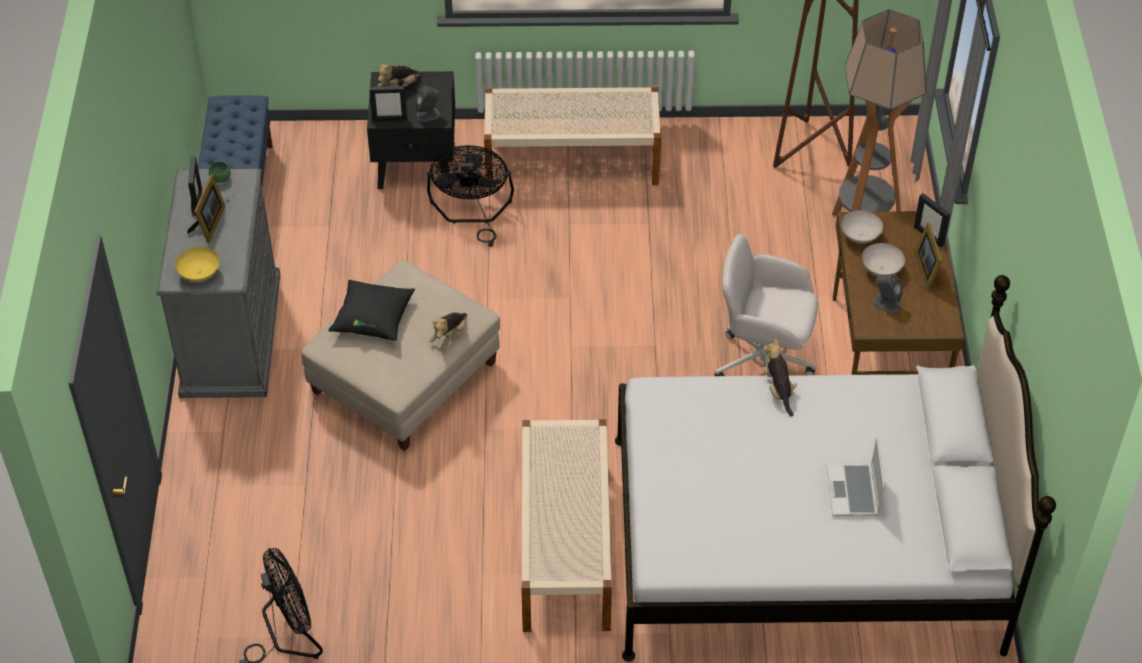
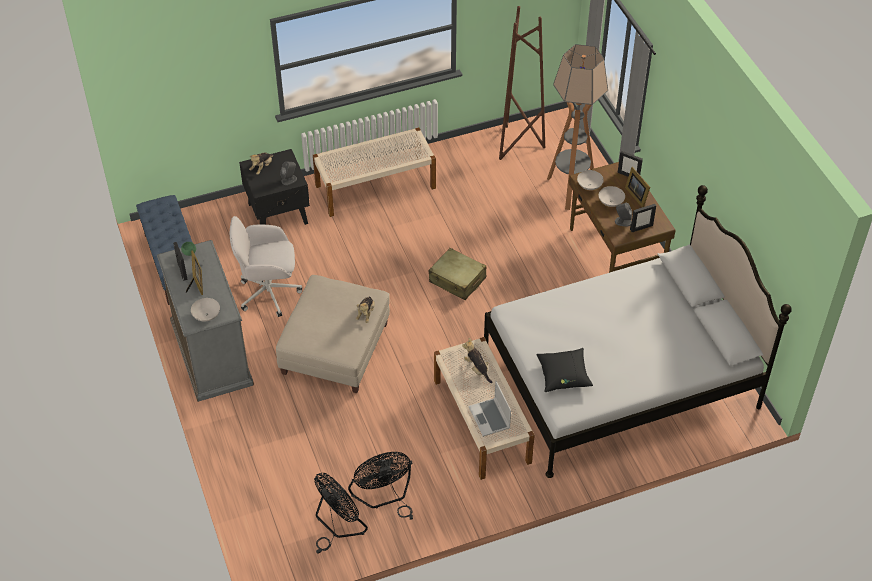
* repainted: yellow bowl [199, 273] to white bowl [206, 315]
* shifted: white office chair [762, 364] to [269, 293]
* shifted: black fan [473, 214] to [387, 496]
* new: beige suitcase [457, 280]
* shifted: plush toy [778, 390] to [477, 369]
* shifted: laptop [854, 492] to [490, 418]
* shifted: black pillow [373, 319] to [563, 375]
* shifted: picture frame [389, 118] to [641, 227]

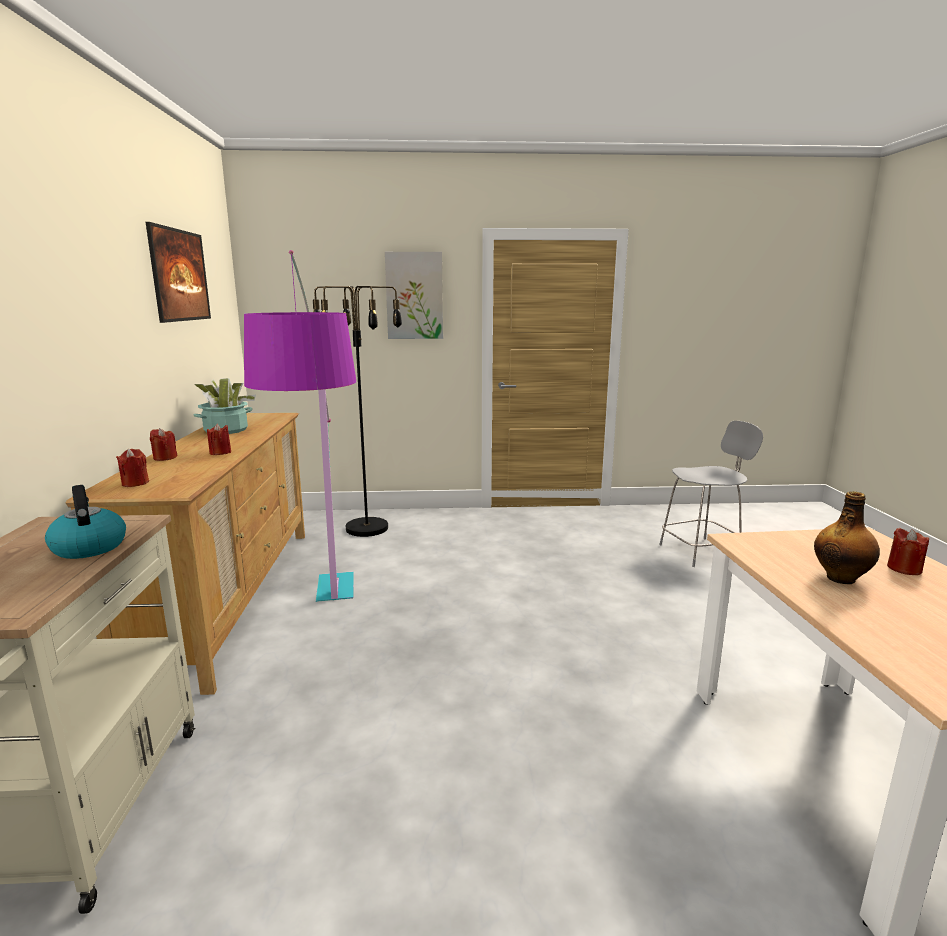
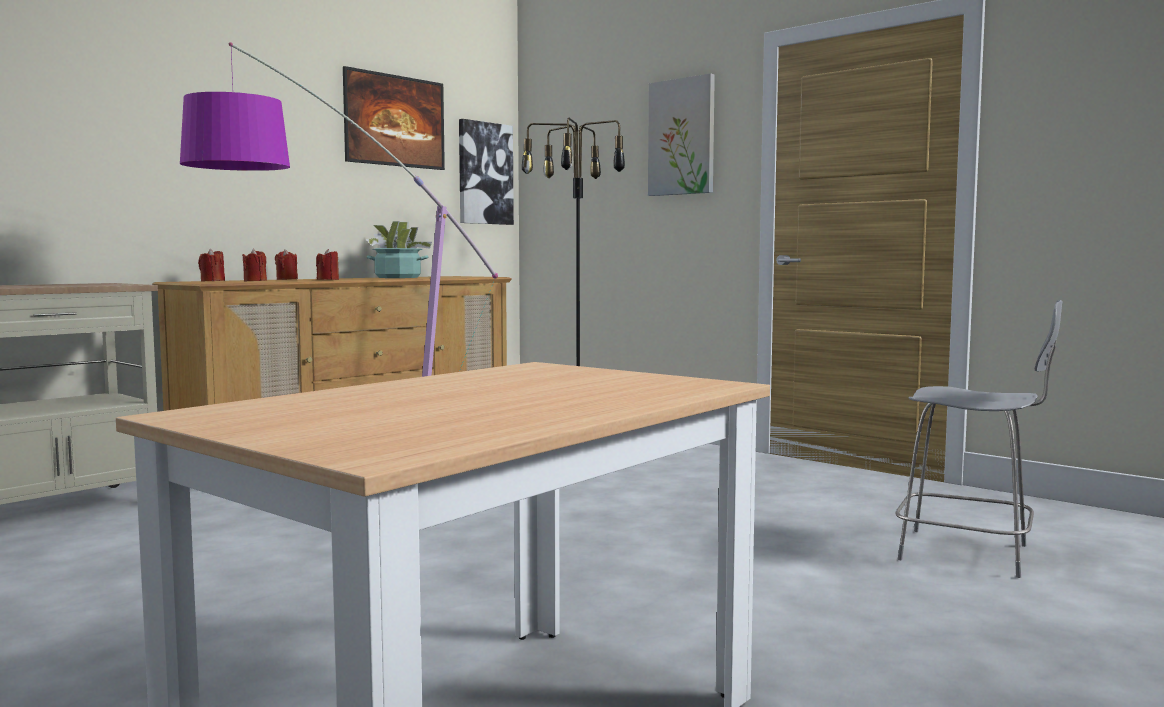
* shifted: red candle [904, 568] to [255, 281]
* new: picture [484, 173]
* gone: kettle [89, 547]
* gone: bottle [841, 578]

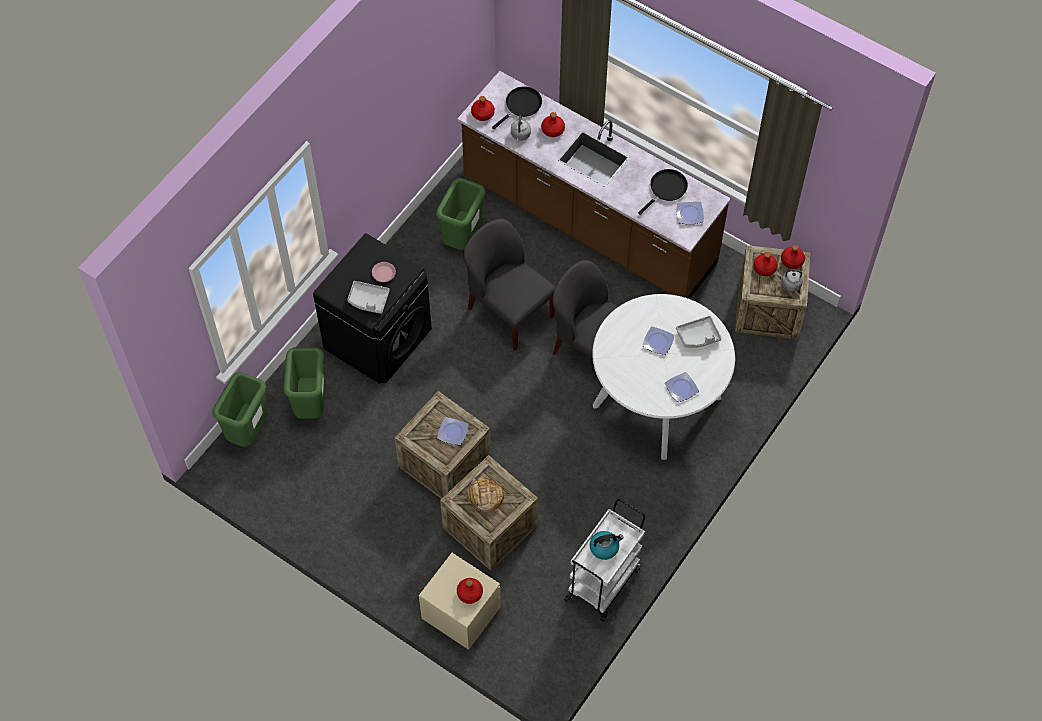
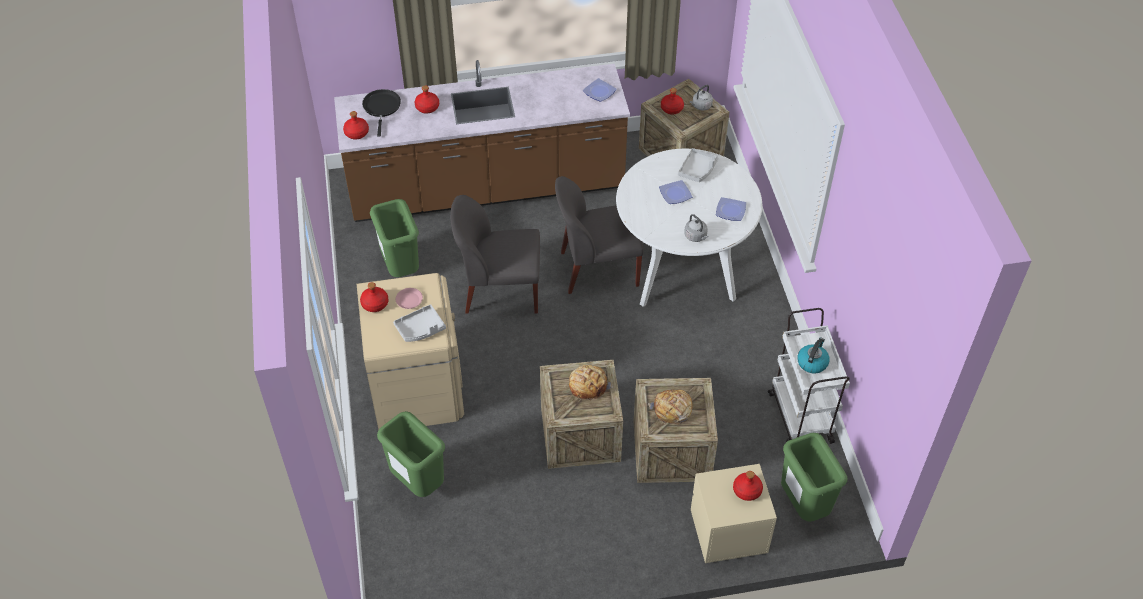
* repainted: black washing machine [380, 337] to beige washing machine [418, 387]
* shifted: red bottle [791, 261] to [375, 304]
* swapped: plate [452, 432] to bread [588, 385]
* shifted: grey kettle [520, 135] to [696, 236]
* shifted: green trash can [248, 430] to [802, 505]
* gone: black frying pan [666, 189]

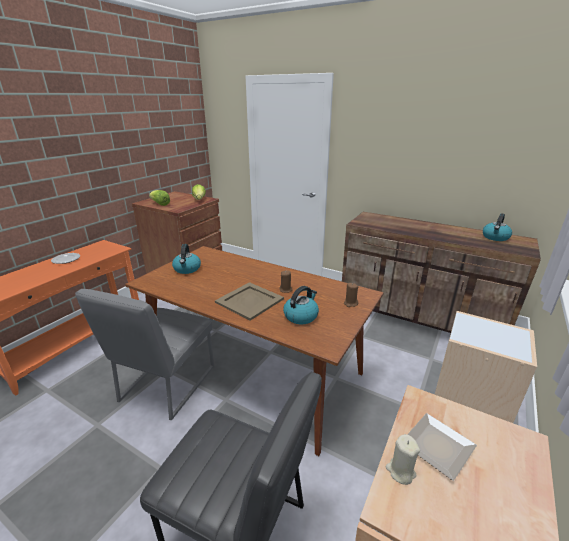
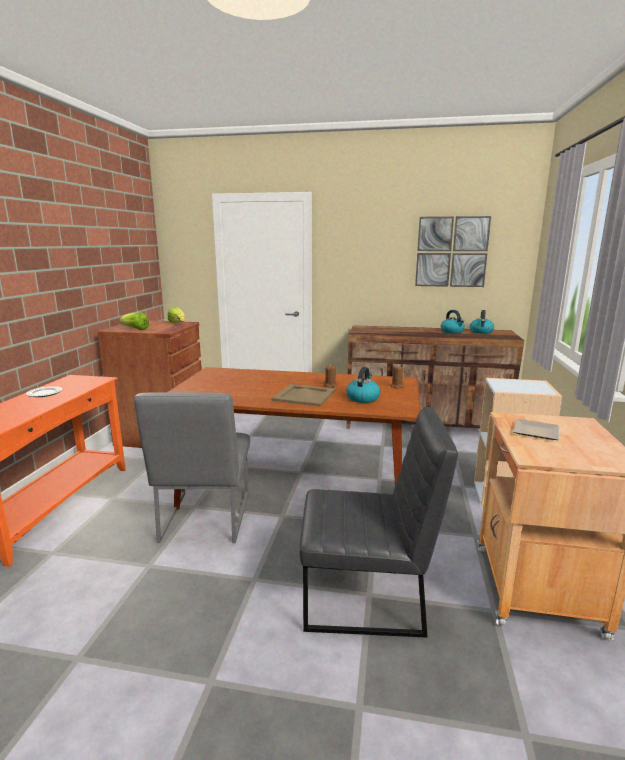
* new: picture [451, 252]
* shifted: kettle [187, 269] to [452, 331]
* gone: beige candle [400, 471]

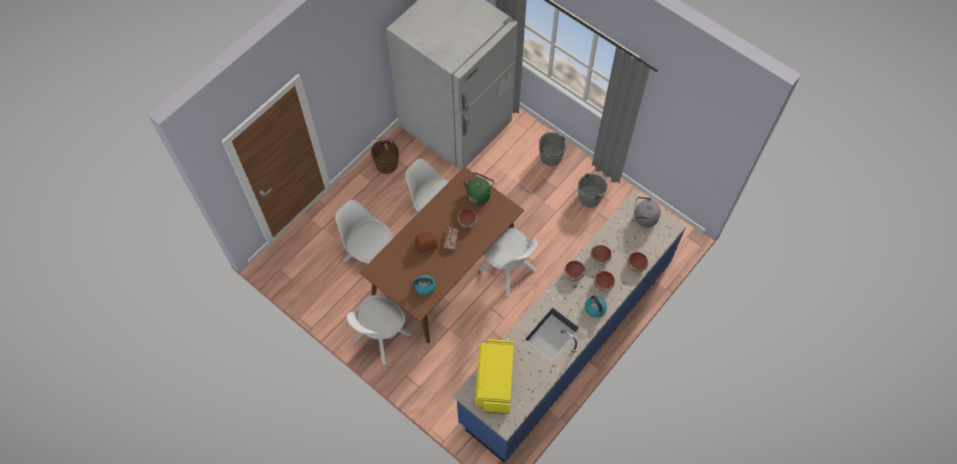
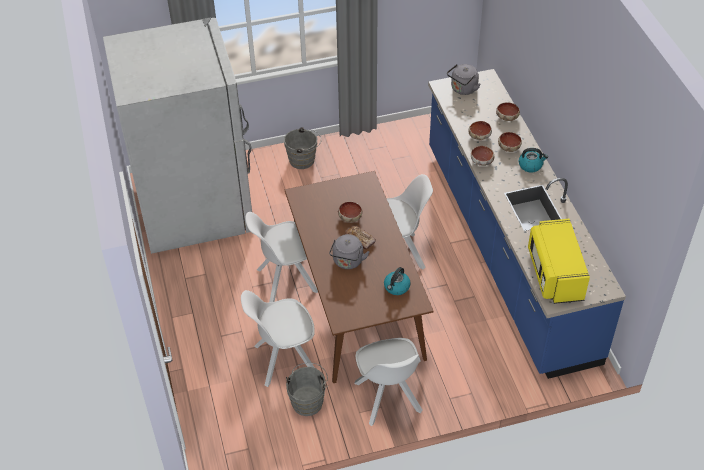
* shifted: grey bucket [591, 197] to [308, 401]
* swapped: bread [426, 244] to grey kettle [348, 262]
* rotated: yellow microwave [494, 381] = [554, 274] 45 degrees clockwise
* gone: brown bucket [385, 163]
* gone: green kettle [479, 194]

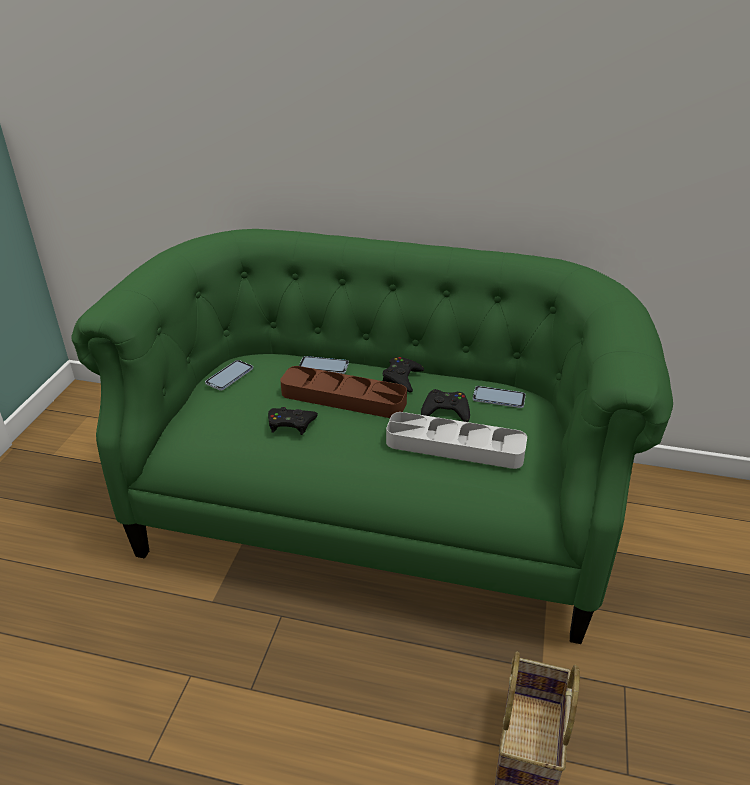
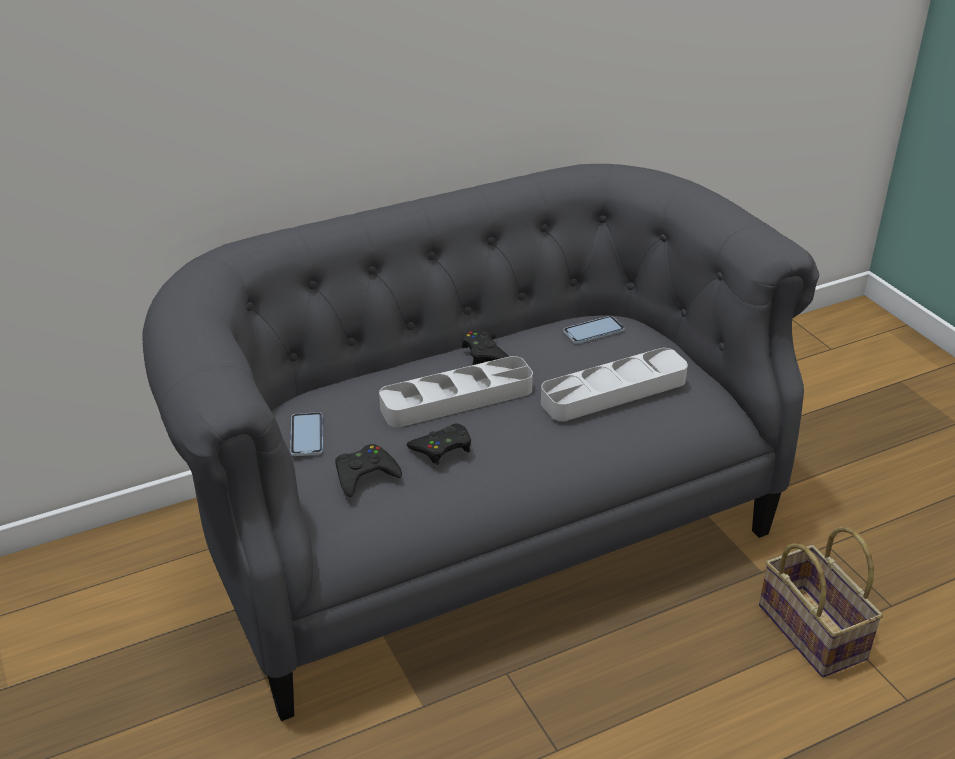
* repainted: green sofa [374, 511] to grey sofa [479, 527]
* shifted: black game controller [445, 411] to [365, 475]
* repainted: brown tray [343, 398] to grey tray [457, 399]
* gone: phone [323, 366]

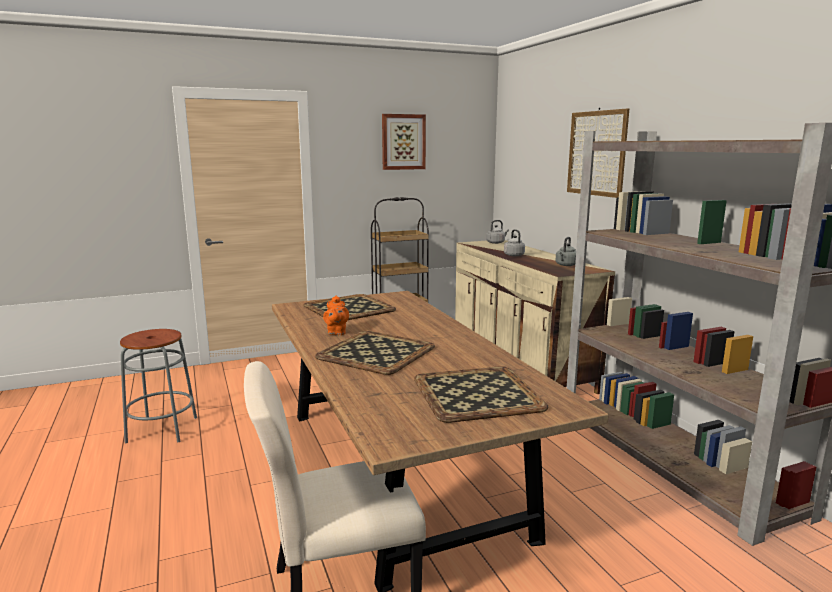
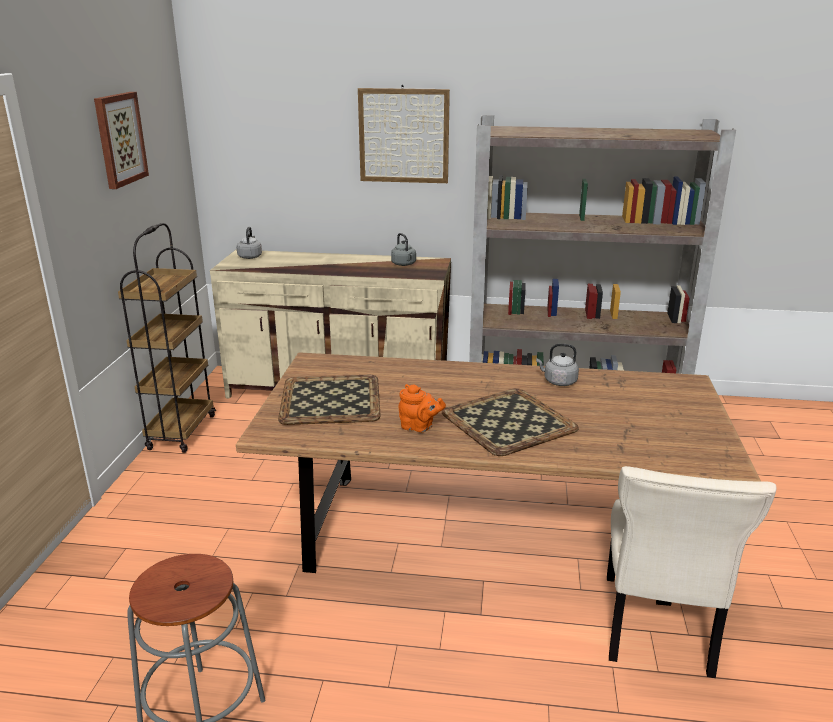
* shifted: grey kettle [513, 255] to [558, 381]
* gone: tray [475, 393]

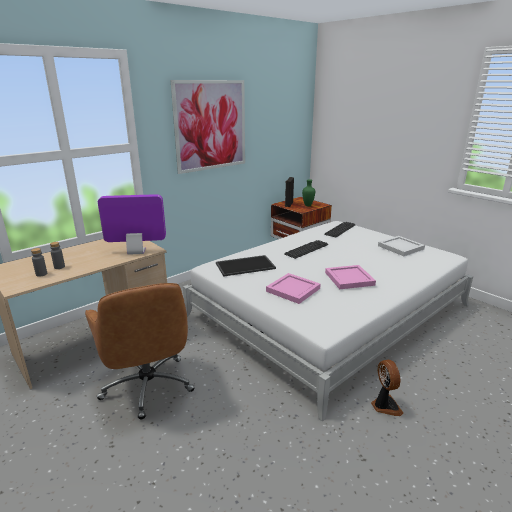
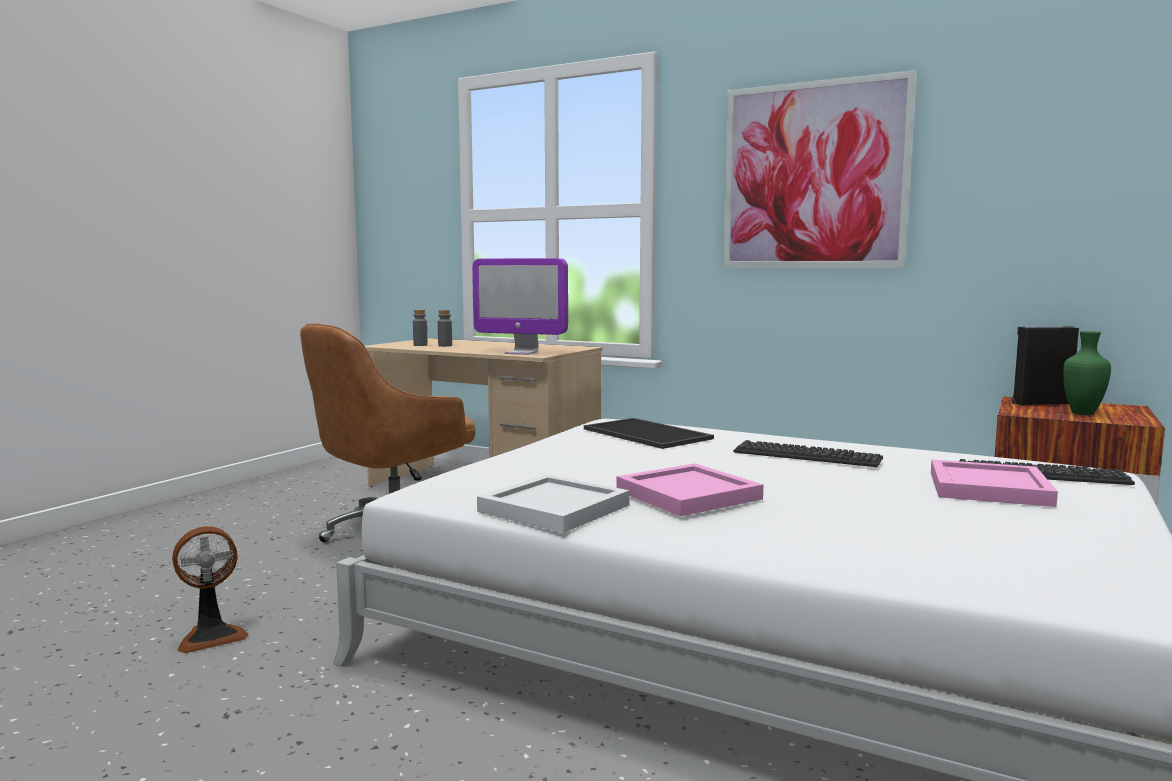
* shifted: fan [385, 406] to [211, 636]
* rotated: monitor [136, 252] = [521, 353] 135 degrees clockwise
* shifted: white tray [400, 247] to [554, 507]
* shifted: pink tray [292, 290] to [986, 487]

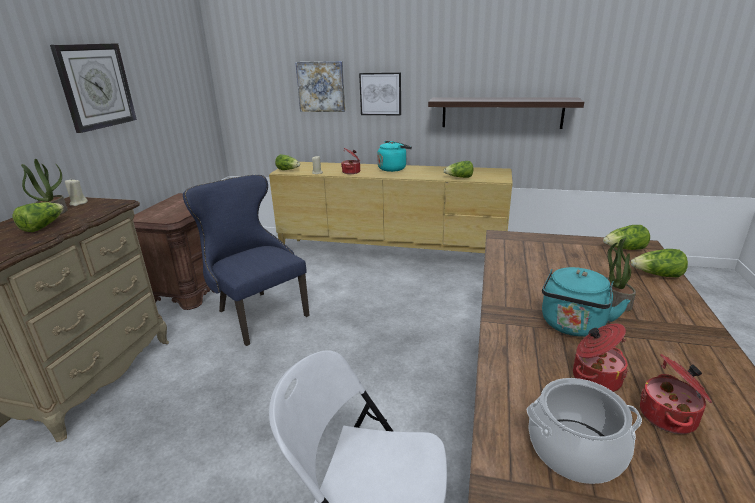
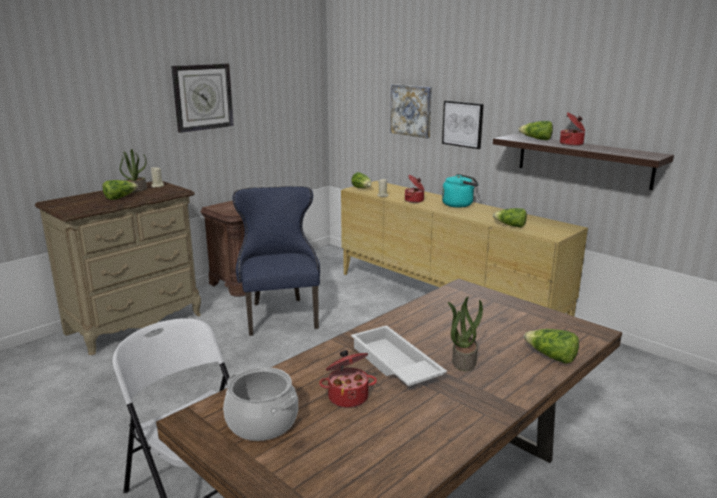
* swapped: turquoise kettle [572, 326] to white tray [393, 364]
* shifted: lettuce [624, 249] to [536, 139]
* shifted: cooking pot [669, 416] to [572, 144]

